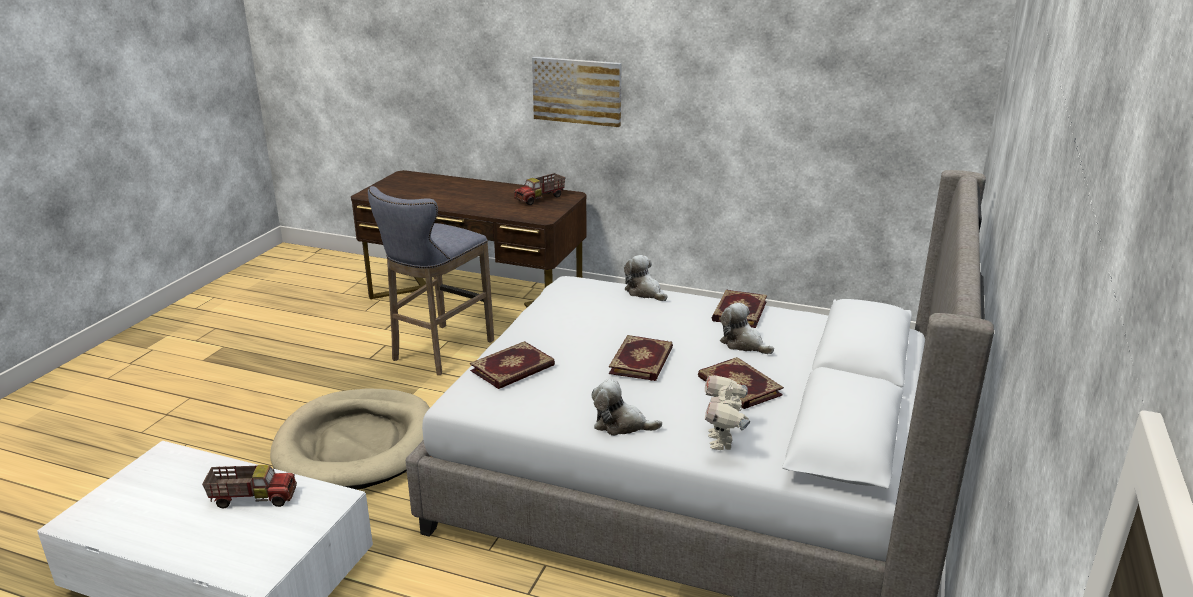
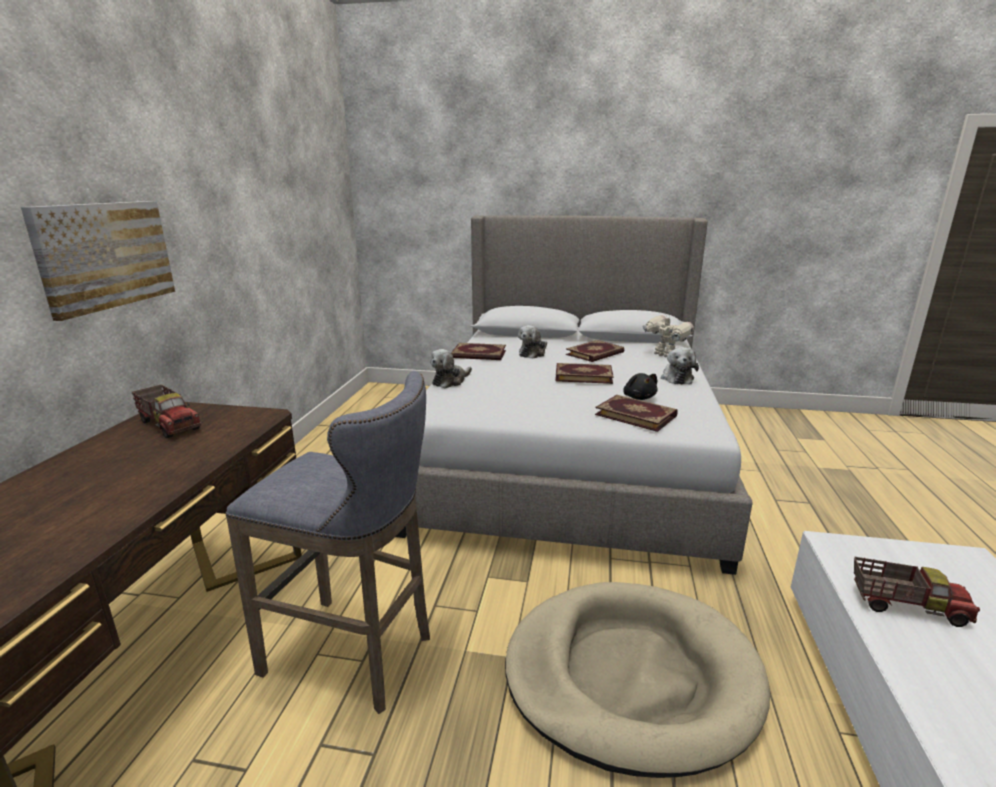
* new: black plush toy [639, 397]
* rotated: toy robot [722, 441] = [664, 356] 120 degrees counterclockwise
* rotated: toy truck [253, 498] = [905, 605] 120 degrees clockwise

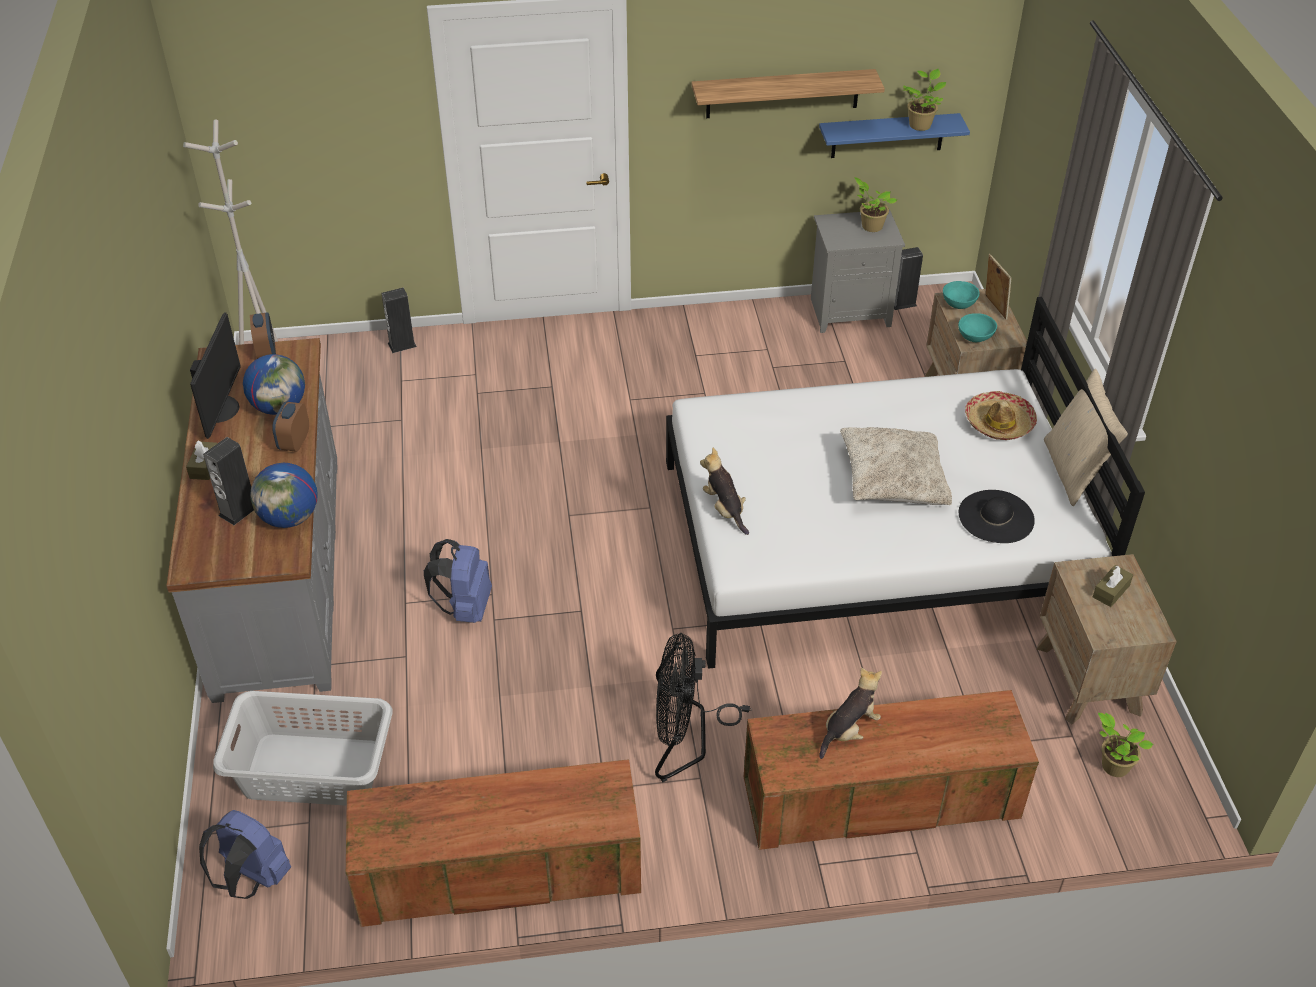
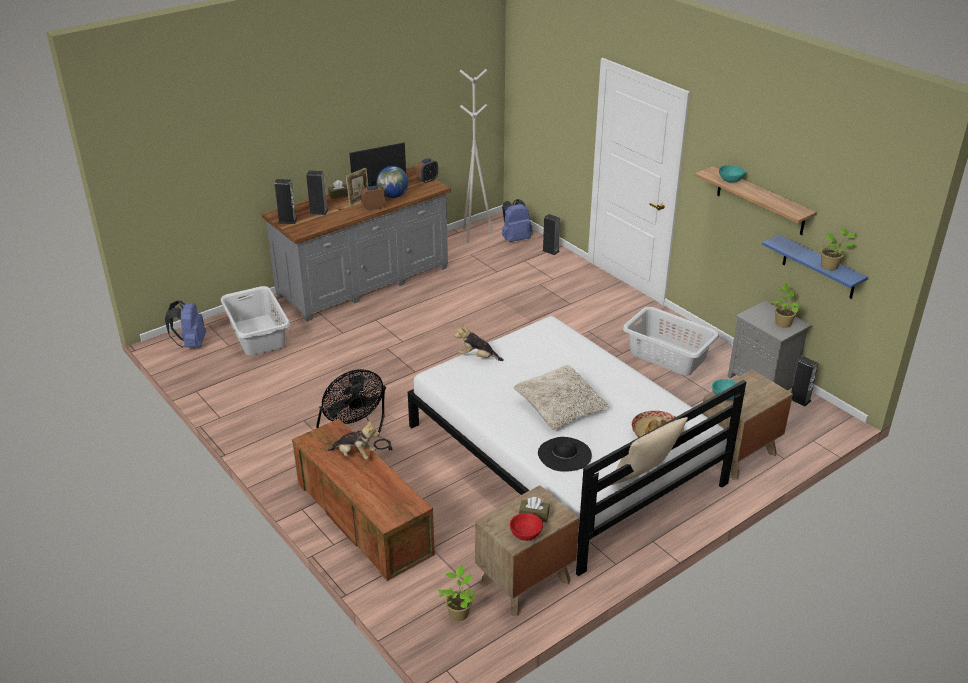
* new: speaker [287, 221]
* shifted: picture frame [994, 307] to [359, 200]
* rotated: plush toy [724, 509] = [478, 357] 105 degrees counterclockwise
* shifted: blue backpack [465, 607] to [515, 239]
* new: red bowl [525, 535]
* new: grey laundry basket [667, 355]
* shifted: turquoise bowl [958, 304] to [730, 180]
* gone: globe [290, 518]
* gone: brown bench [497, 872]

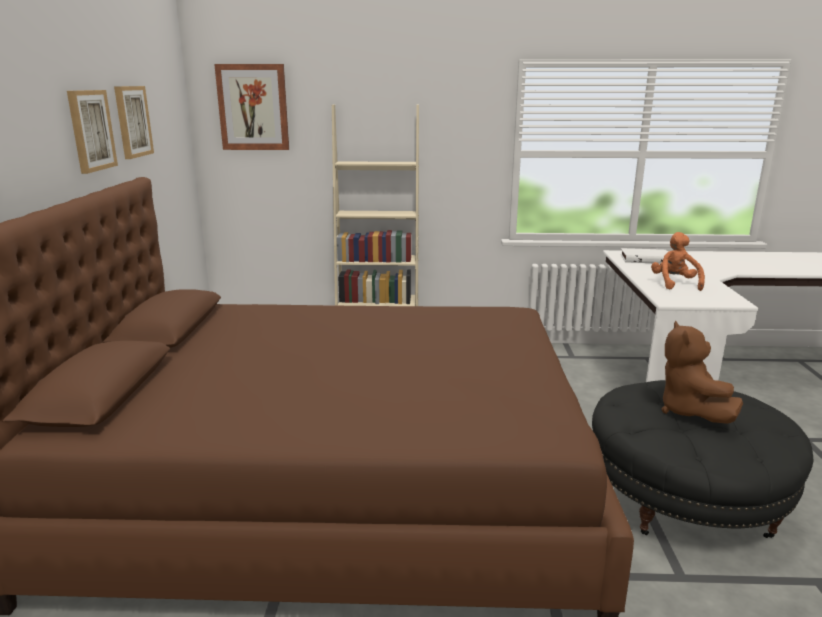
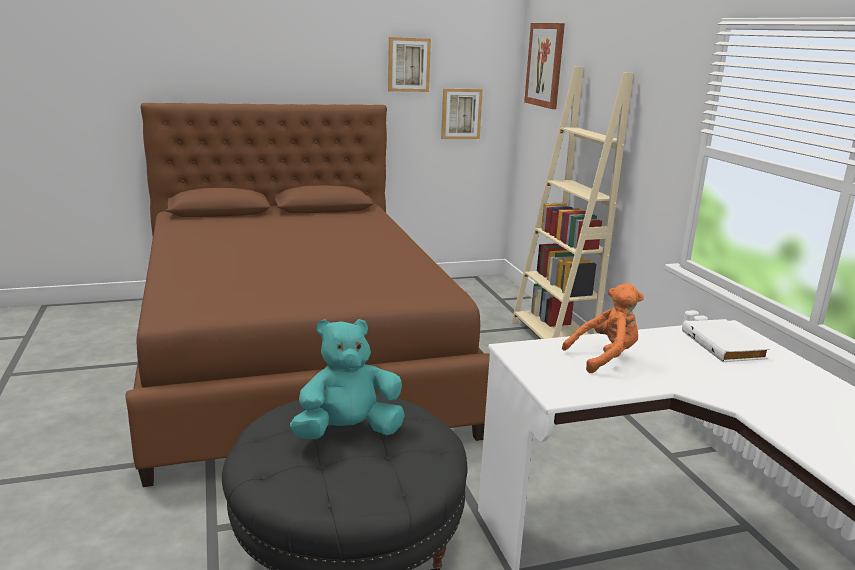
* repainted: brown plush toy [689, 411] to turquoise plush toy [348, 432]
* shifted: picture [91, 130] to [461, 113]

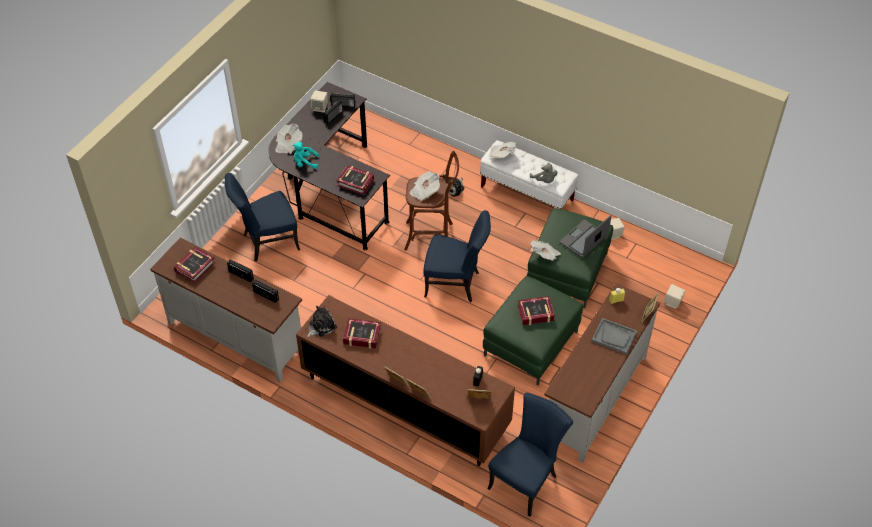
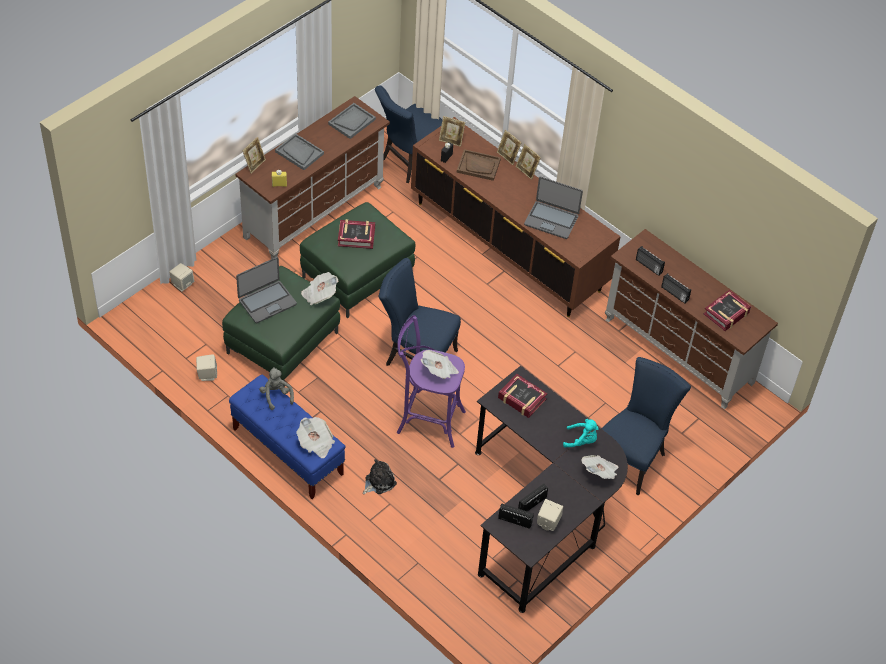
* repainted: white bench [527, 194] to blue bench [287, 451]
* new: grey tray [352, 122]
* repainted: brown stool [431, 236] to purple stool [427, 420]
* new: brown tray [478, 166]
* swapped: book [362, 336] to laptop [551, 220]
* rotated: blue chair [267, 242] = [632, 458] 45 degrees counterclockwise
* gone: plush toy [321, 326]

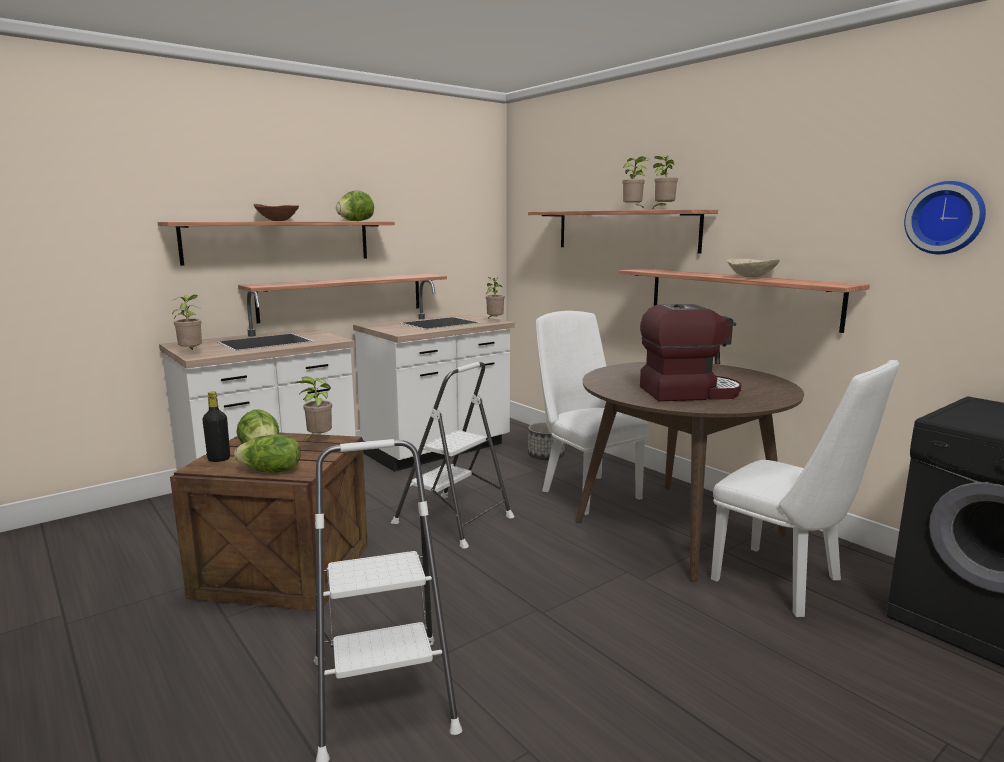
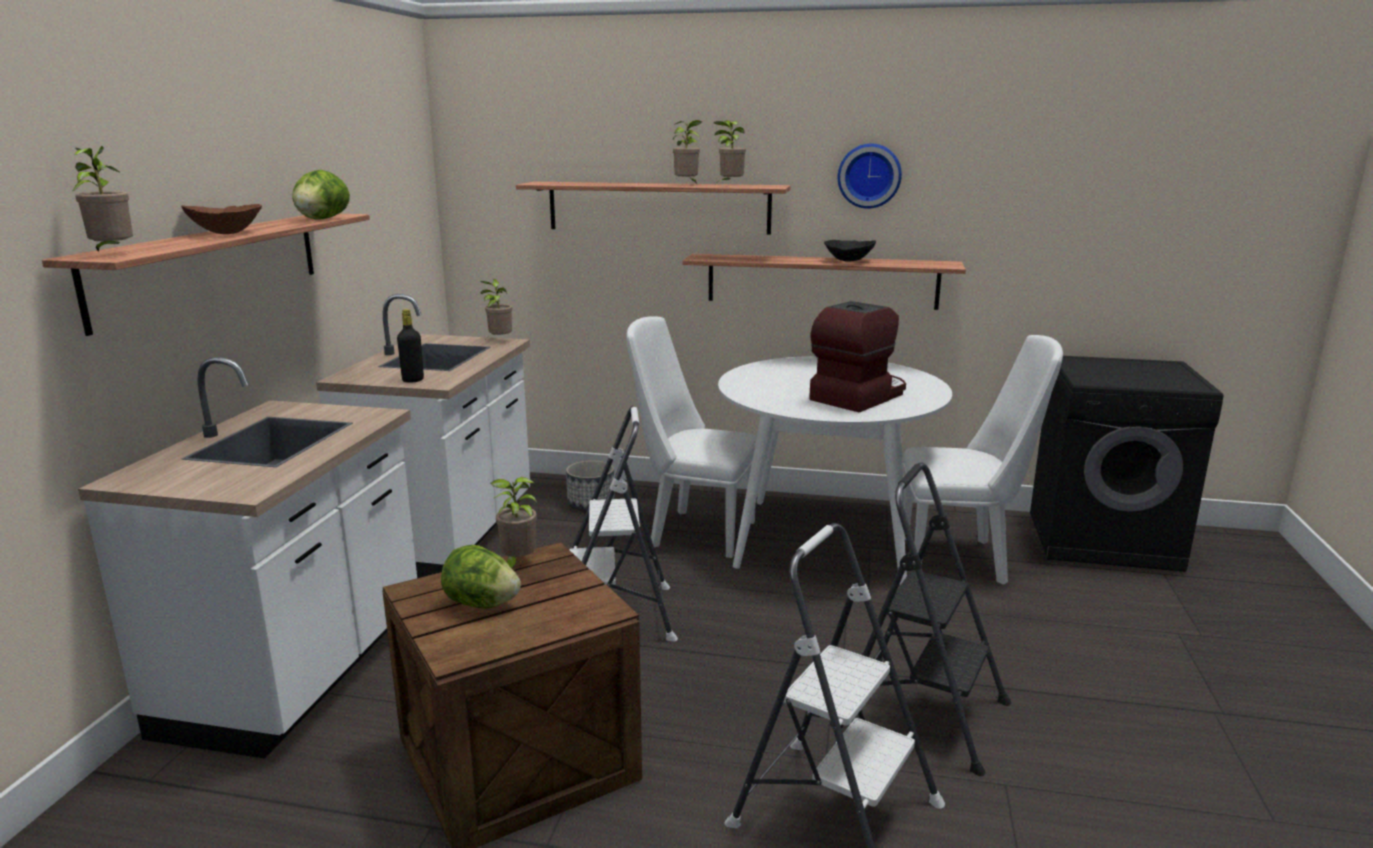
* shifted: potted plant [191, 353] to [112, 254]
* shifted: black bottle [219, 459] to [413, 380]
* repainted: brown dining table [678, 528] to white dining table [824, 540]
* repainted: beige bowl [751, 277] to black bowl [849, 261]
* new: black step ladder [916, 710]
* shifted: wall clock [946, 218] to [869, 176]
* gone: lettuce [271, 471]
* gone: shelf [343, 297]

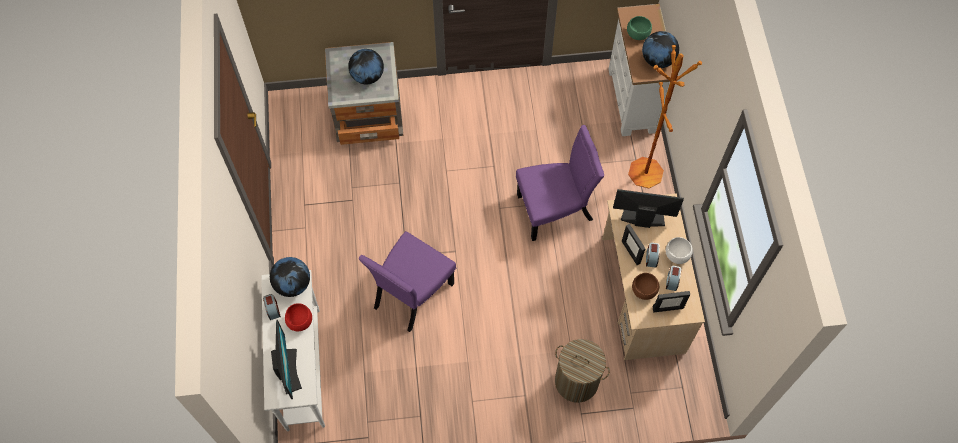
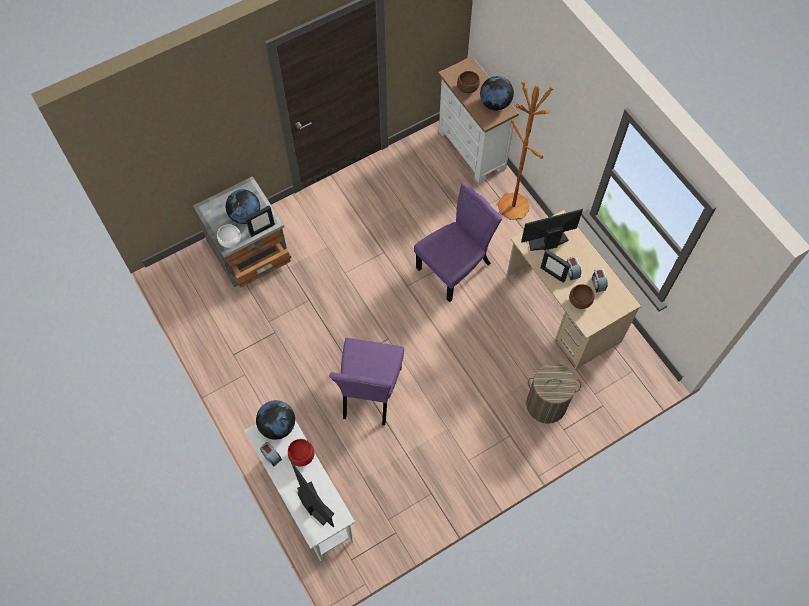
* shifted: white bowl [677, 256] to [231, 242]
* shifted: picture frame [667, 308] to [262, 229]
* repainted: green bowl [637, 34] to brown bowl [467, 88]

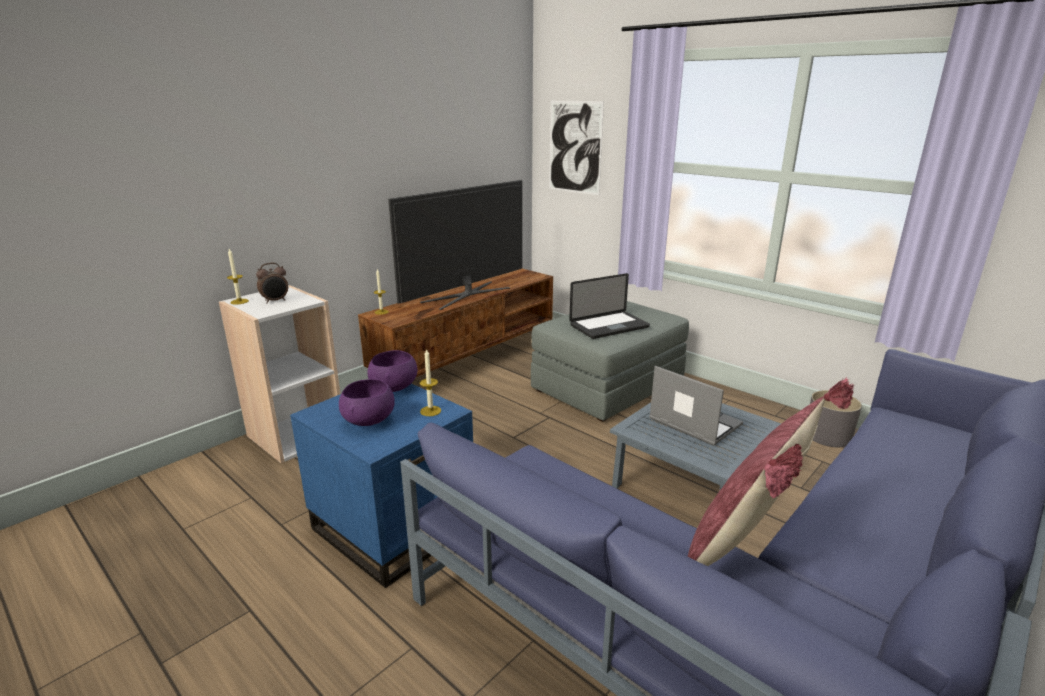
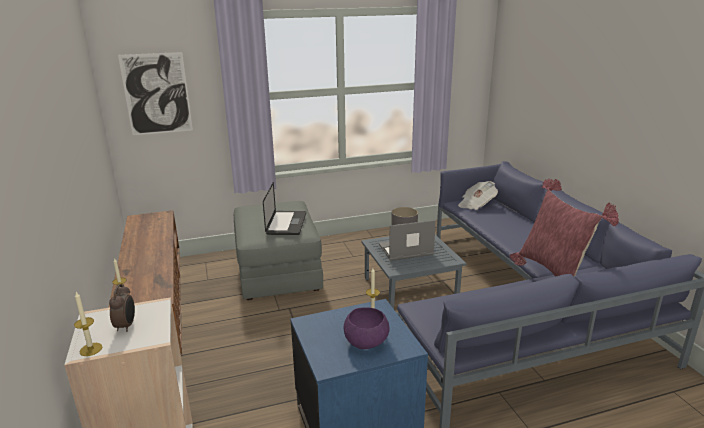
* new: newspaper [476, 205]
* gone: purple bowl [394, 389]
* gone: television [466, 295]

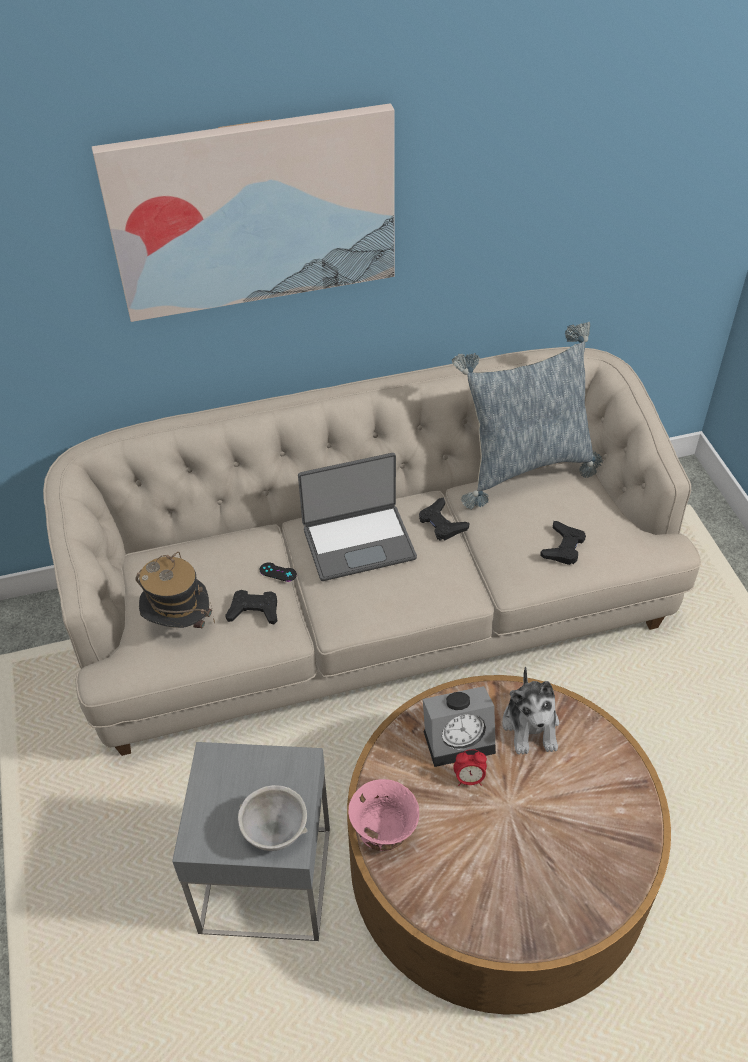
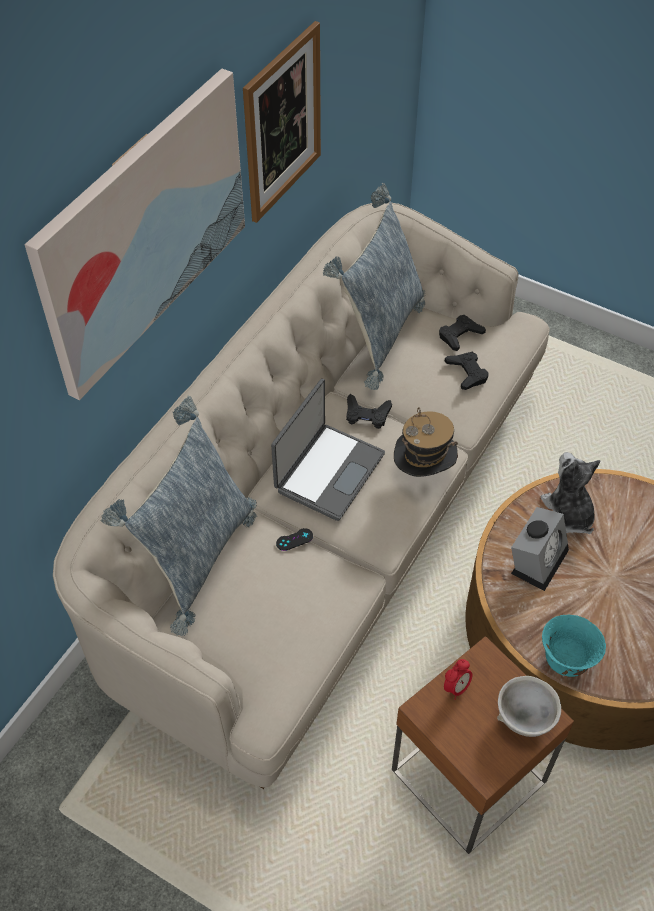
* new: pillow [194, 563]
* new: picture [282, 123]
* repainted: grey side table [266, 880] to brown side table [468, 776]
* shifted: hat [179, 625] to [423, 473]
* shifted: black game controller [254, 611] to [460, 335]
* shifted: alarm clock [469, 779] to [456, 687]
* rotated: plush toy [531, 725] = [567, 514] 150 degrees counterclockwise
* repainted: pink bowl [383, 832] to turquoise bowl [565, 660]

